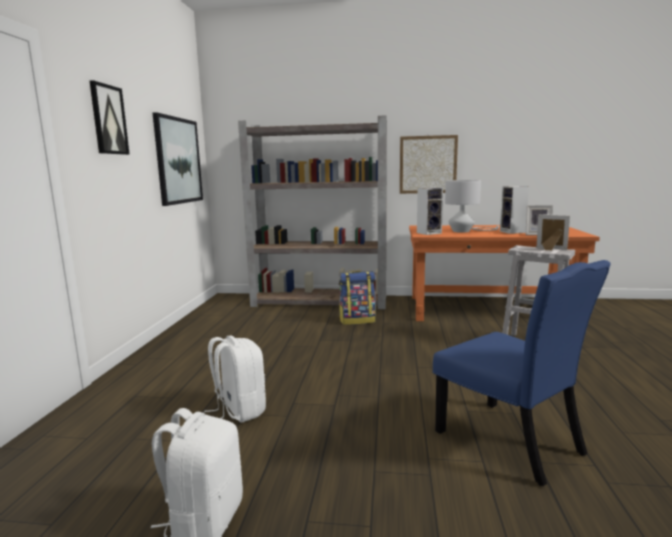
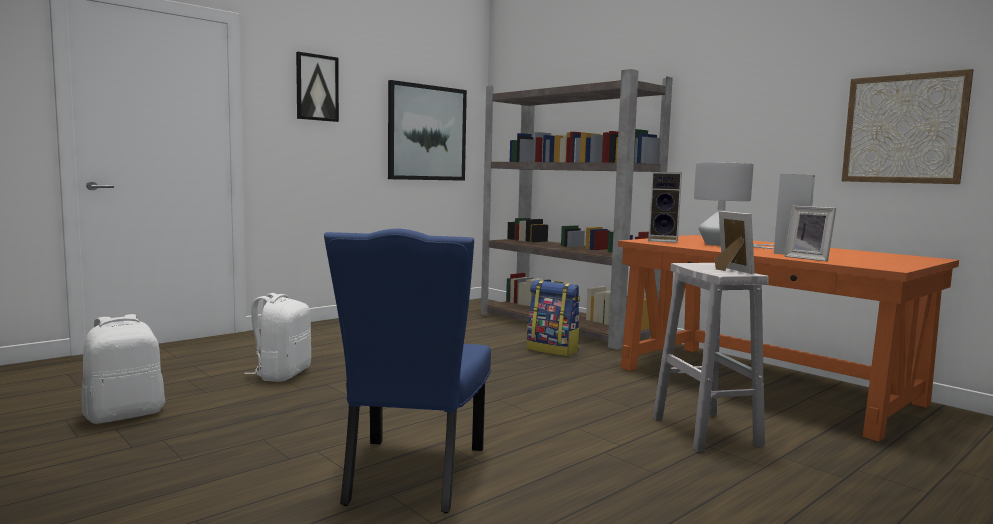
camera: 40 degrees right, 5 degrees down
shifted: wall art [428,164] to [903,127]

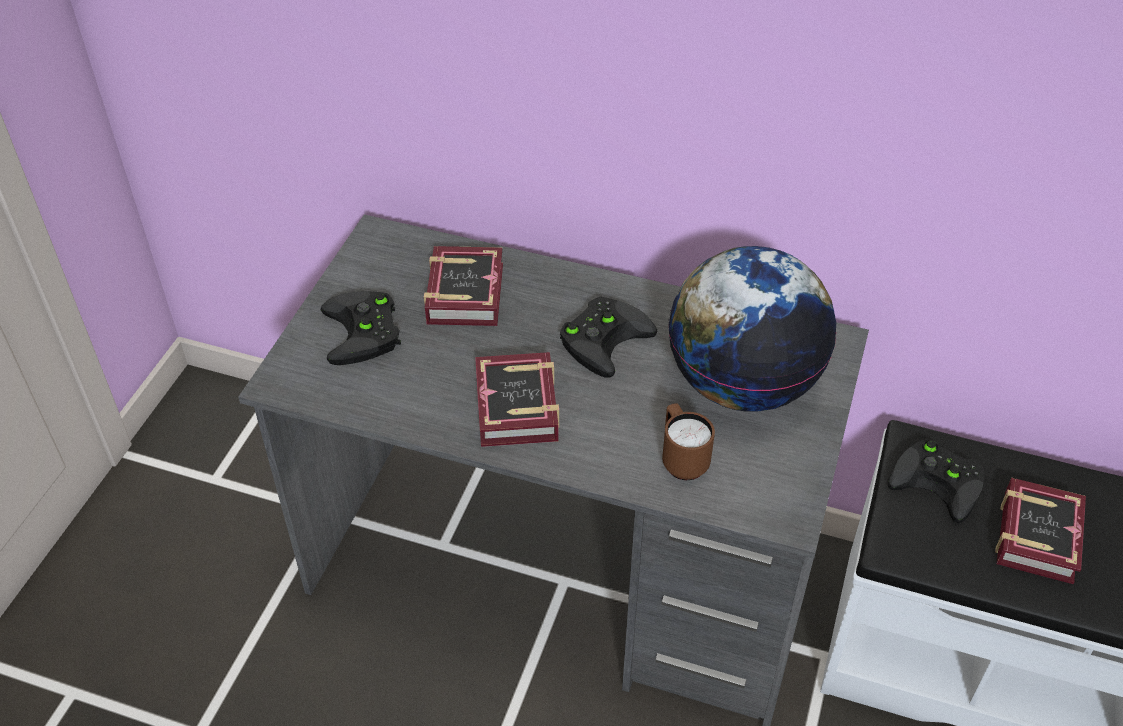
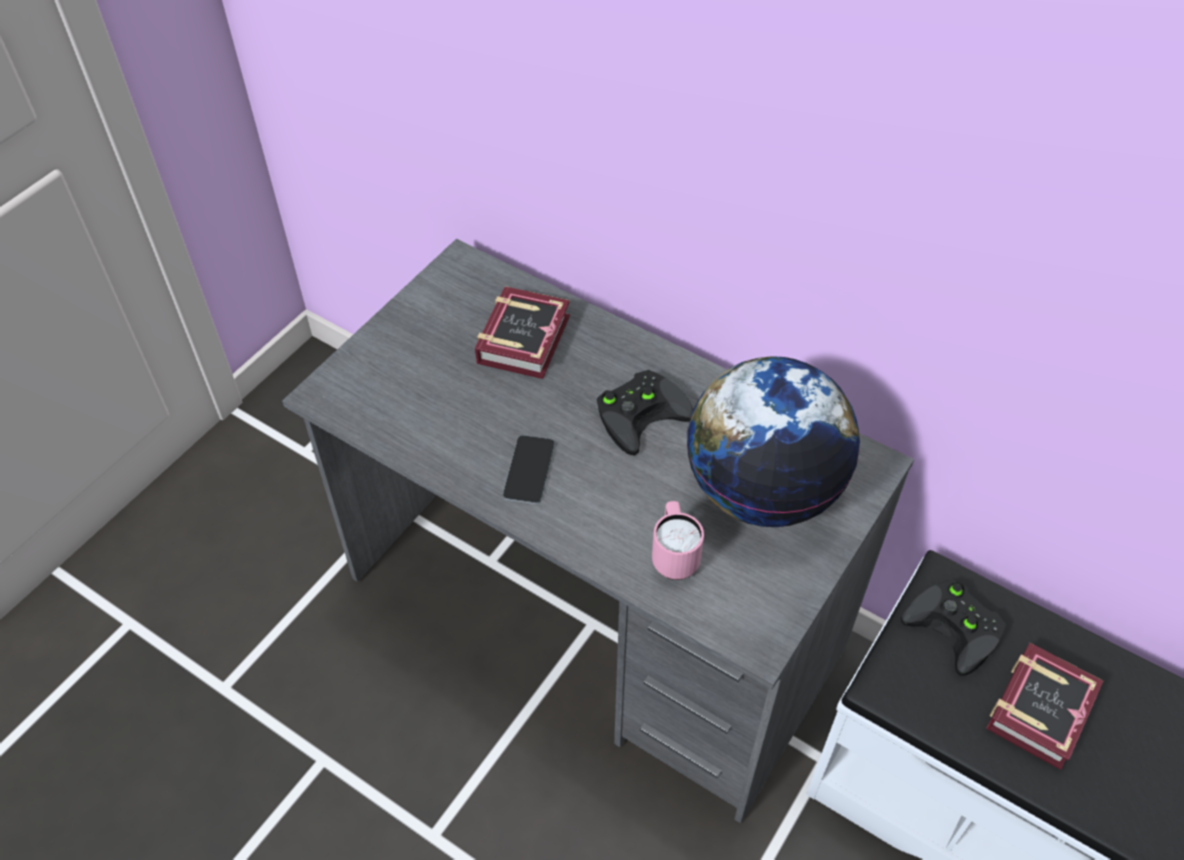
camera: 15 degrees right, 5 degrees up
gone: gamepad/black [365,333]
swapped: bound book [514,411] to telephone [529,470]
repainted: mug/brownish [682,459] to mug/pink [674,556]

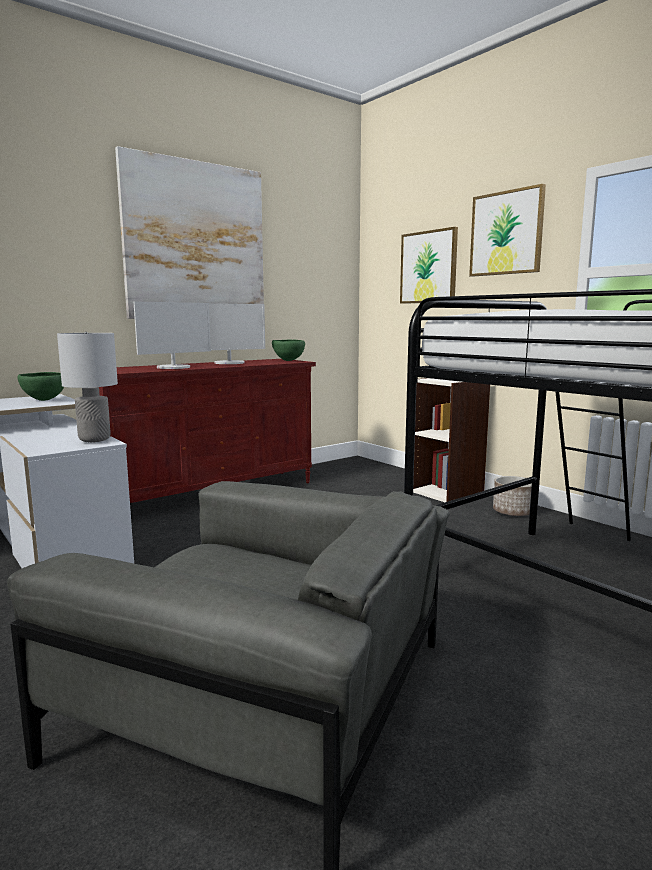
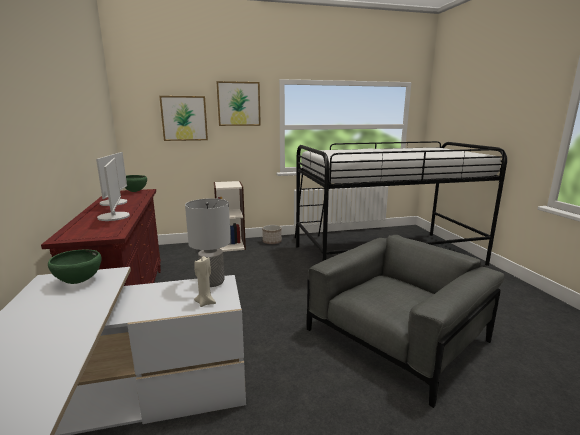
camera: 65 degrees left, 5 degrees up
gone: wall art [195,242]
new: wax light/beige [205,302]

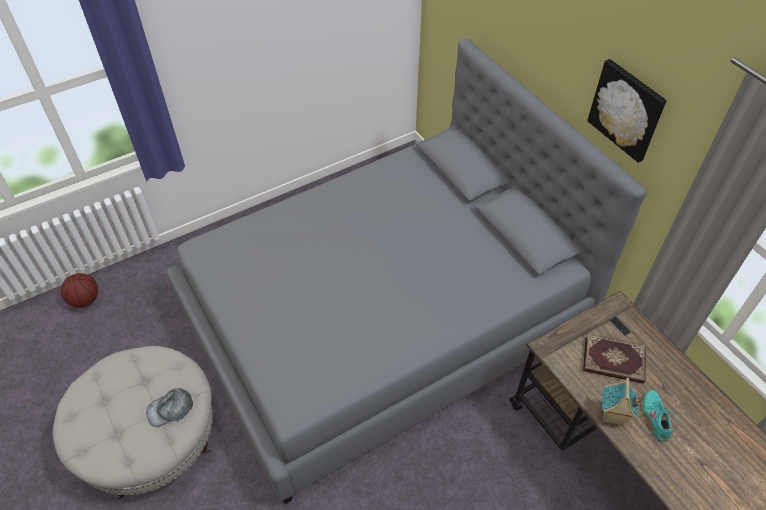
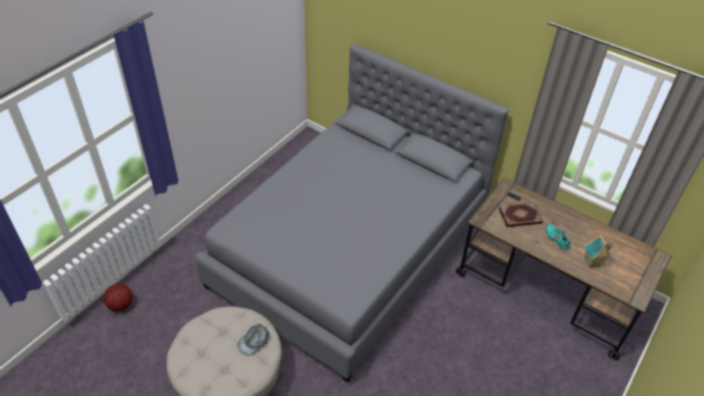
camera: 25 degrees left, 5 degrees down
gone: wall art [627,109]
shifted: toy house [611,416] to [592,263]

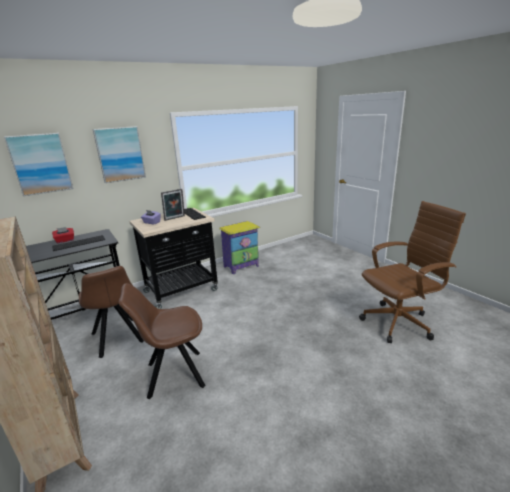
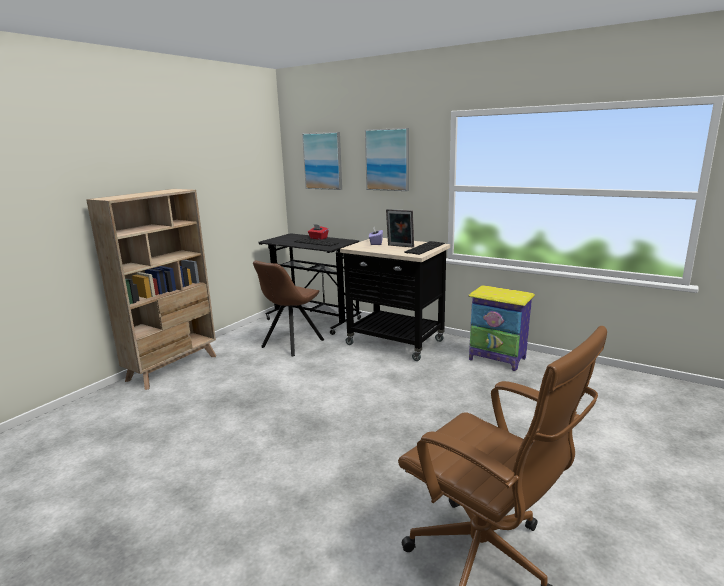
camera: 65 degrees right, 5 degrees down
gone: upright chair/brownish [174,374]

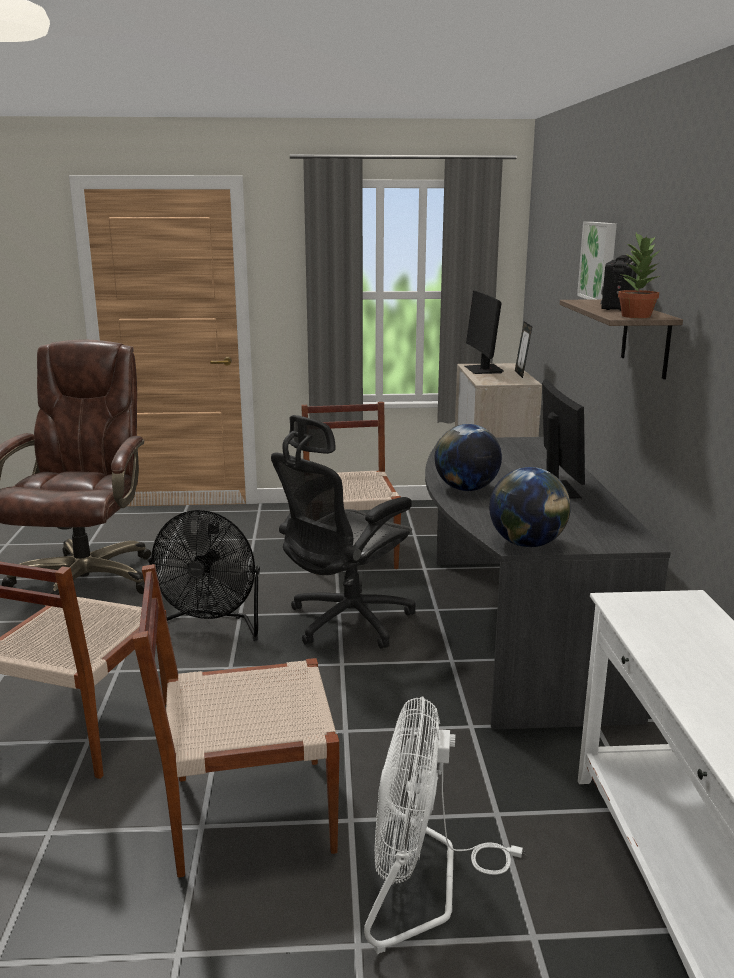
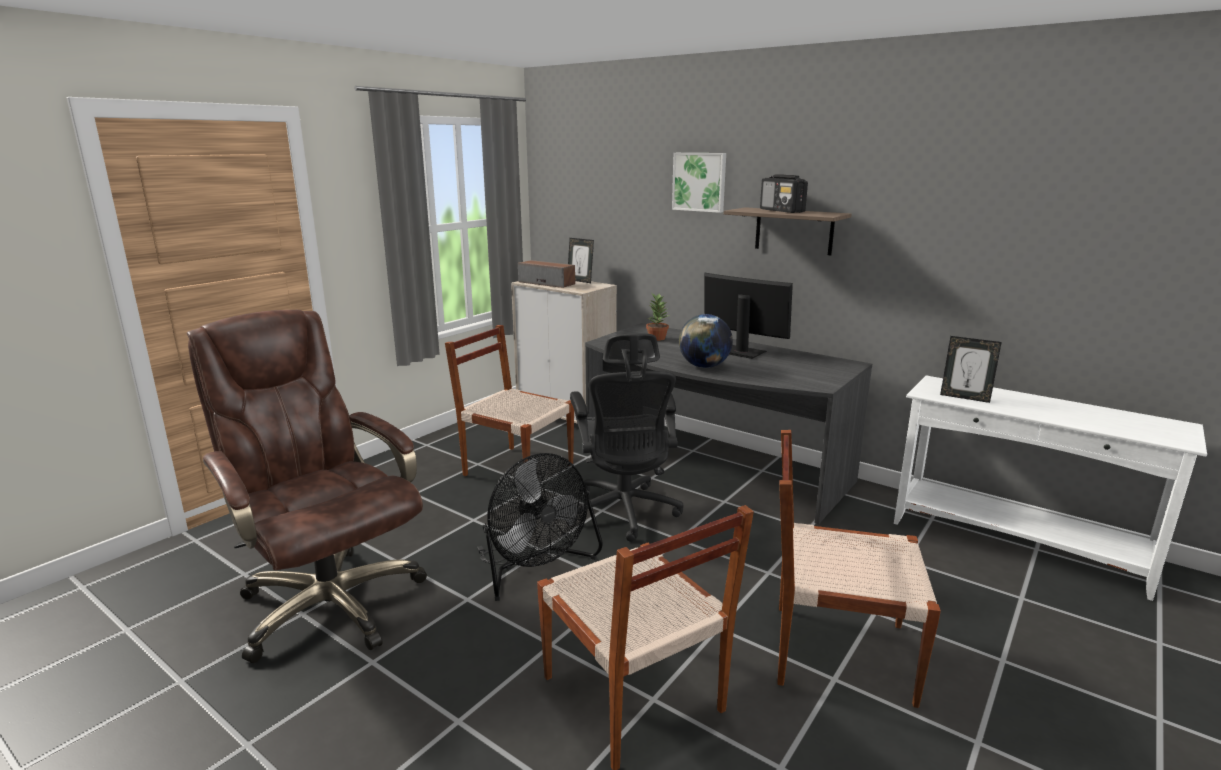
camera: 50 degrees left, 0 degrees up
gone: electric fan/whitish [424,875]; desk globe [527,544]
new: photo frame [965,397]
shifted: houseplant [636,316] to [657,338]
swapped: computer display [483,370] to loudspeaker [547,283]
rotated: upright chair [247,814] = [836,652] 75 degrees clockwise

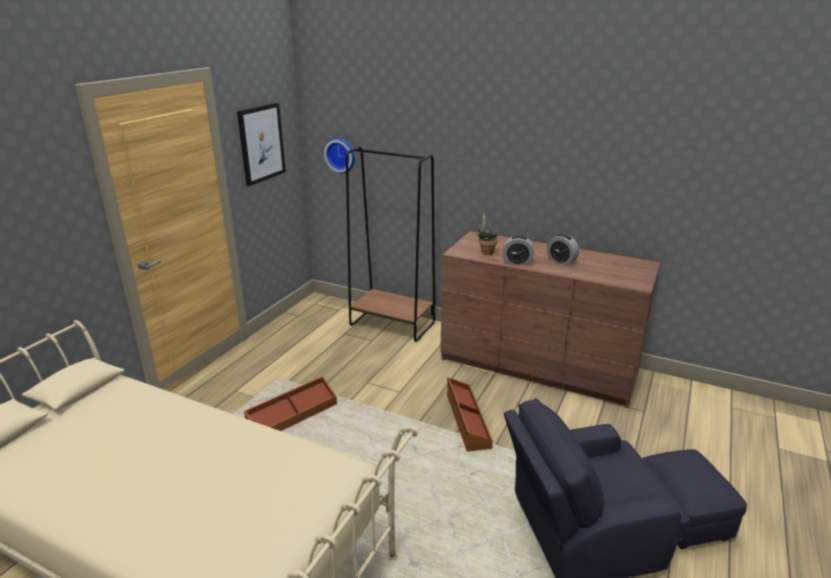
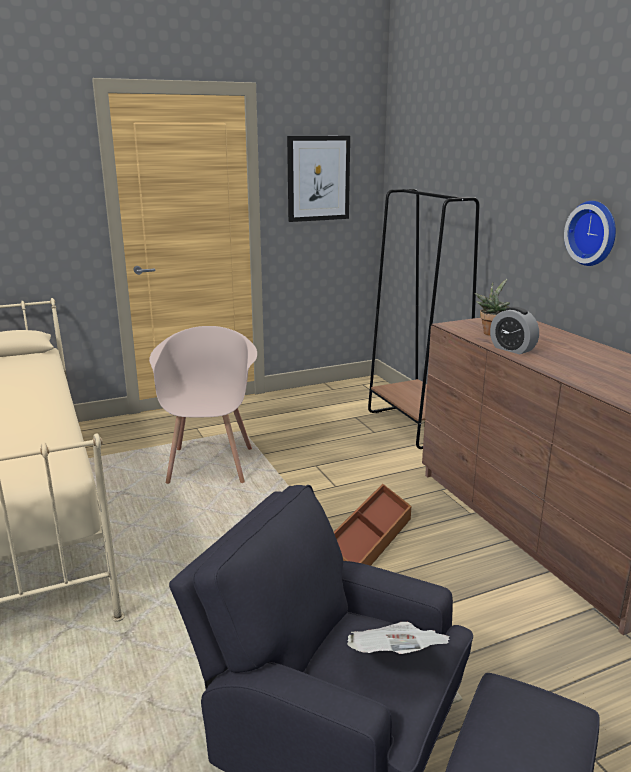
camera: 40 degrees right, 5 degrees down
gone: alarm clock [561,261]
new: daily paper [396,659]
shifted: clock on the wall [341,154] to [594,233]
swapped: storage bin/brownish [292,416] to upright chair/beige [210,465]

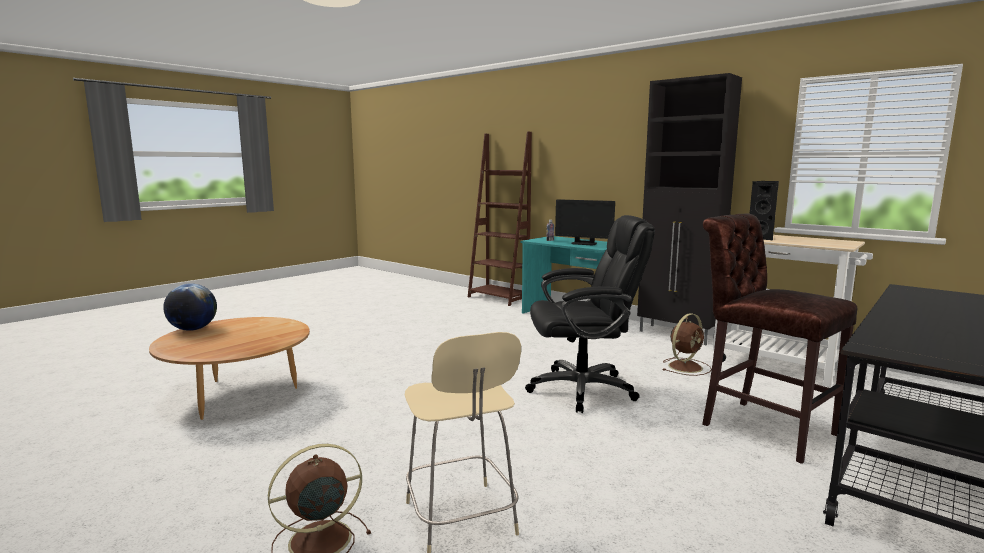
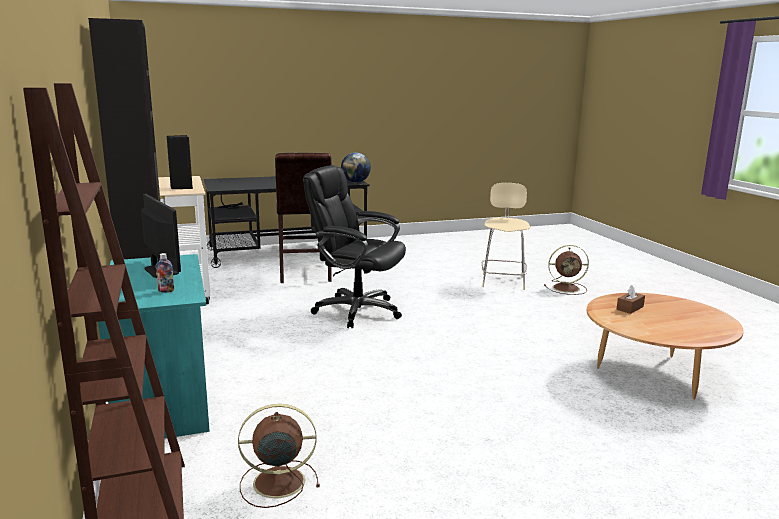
camera: 150 degrees left, 5 degrees up
new: tissue box/brownish [630,308]
shifted: desk globe [193,329] to [355,182]; electric fan/brownish [686,366] to [276,482]

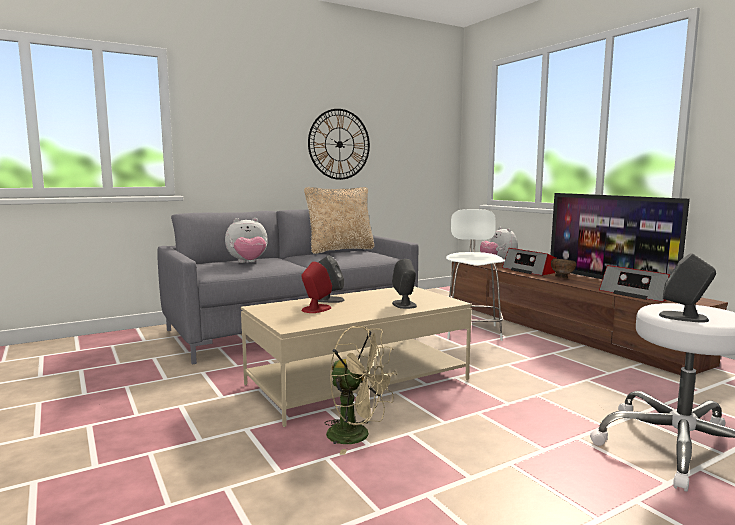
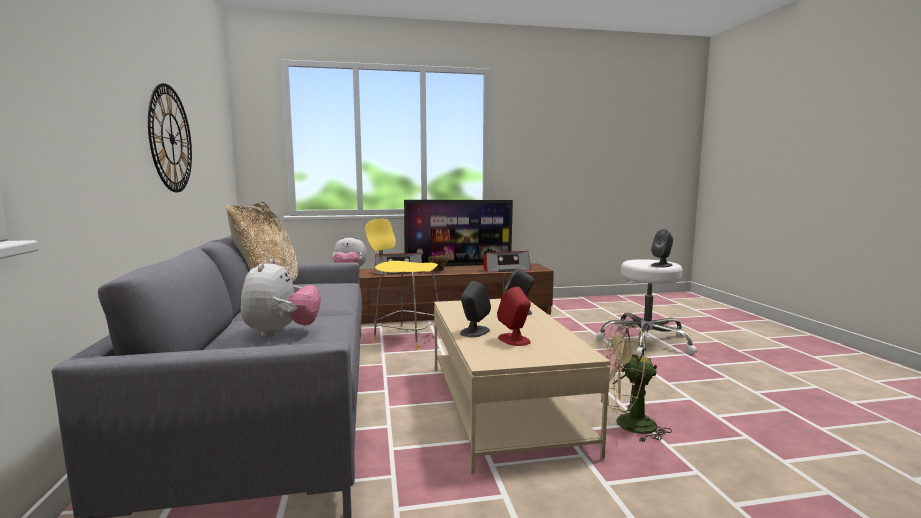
camera: 70 degrees left, 0 degrees up
repainted: sitting stool/whitish [472,331] to sitting stool/yellowish [406,338]
rotated: electric fan/beige [357,436] = [627,425] 135 degrees counterclockwise

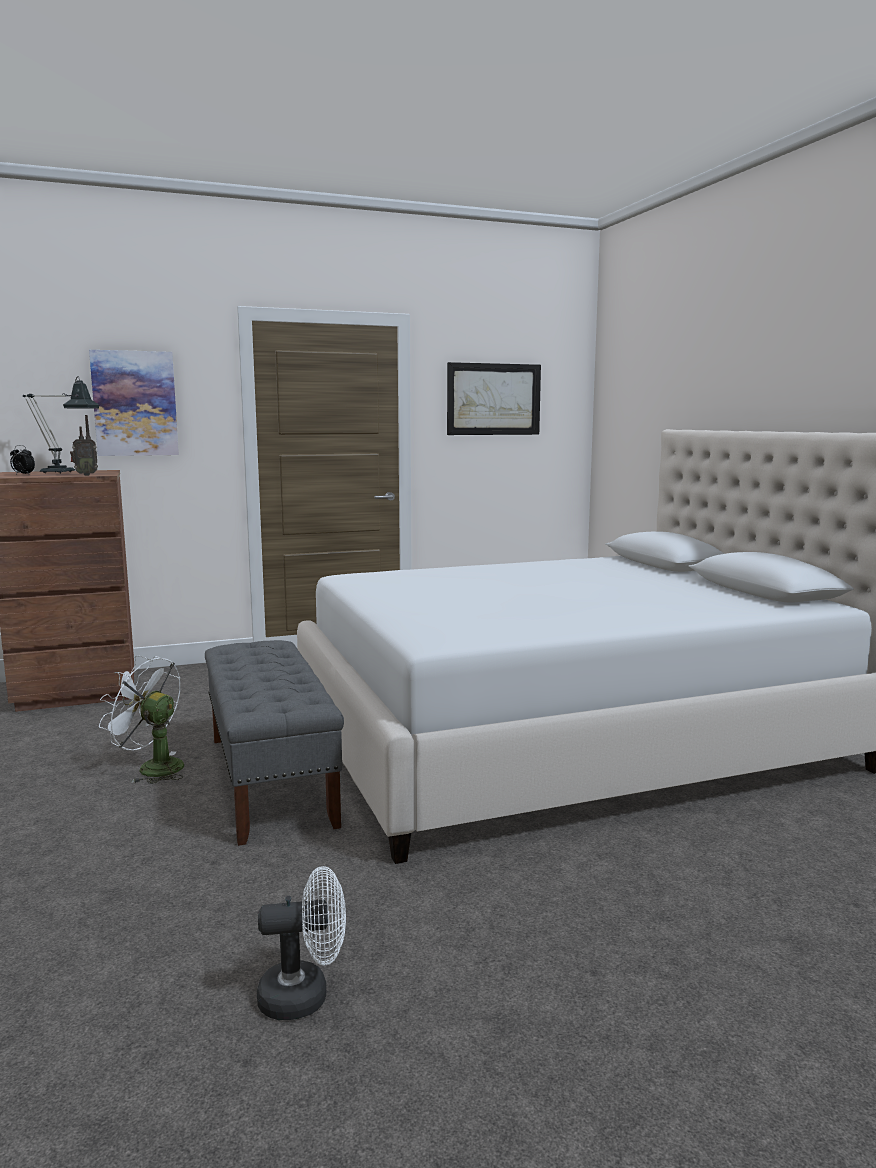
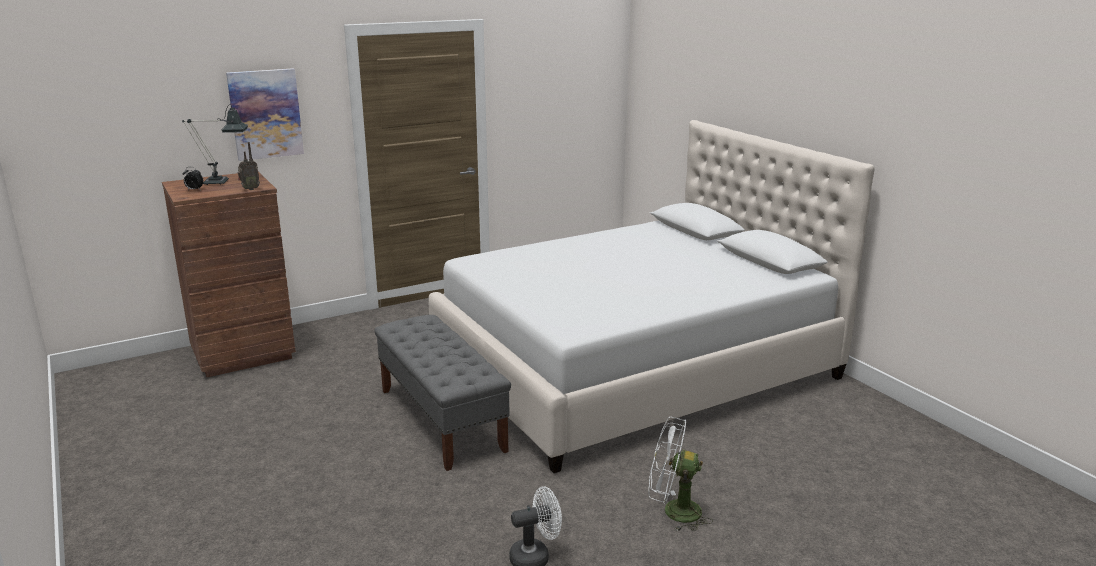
camera: 10 degrees left, 10 degrees up
gone: wall art [493,399]
shifted: electric fan/whitish [152,768] to [673,511]

